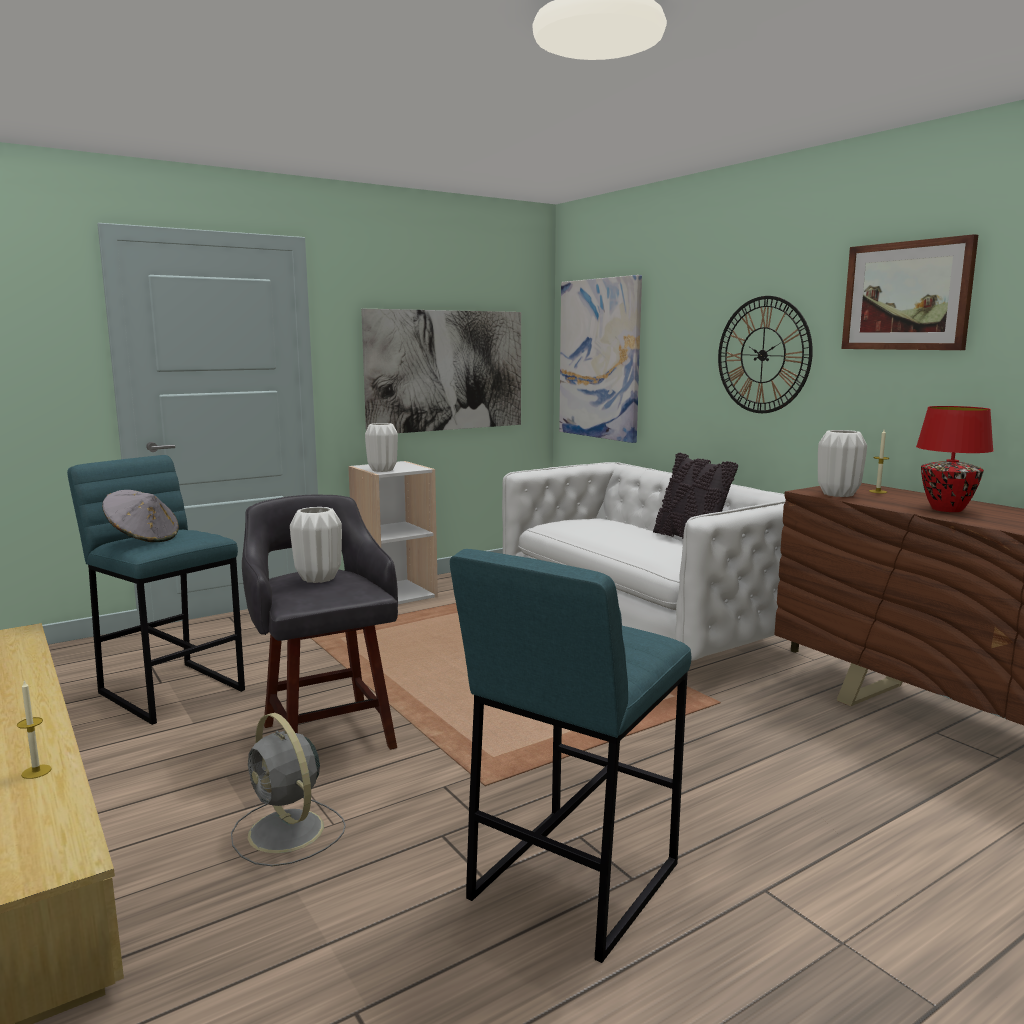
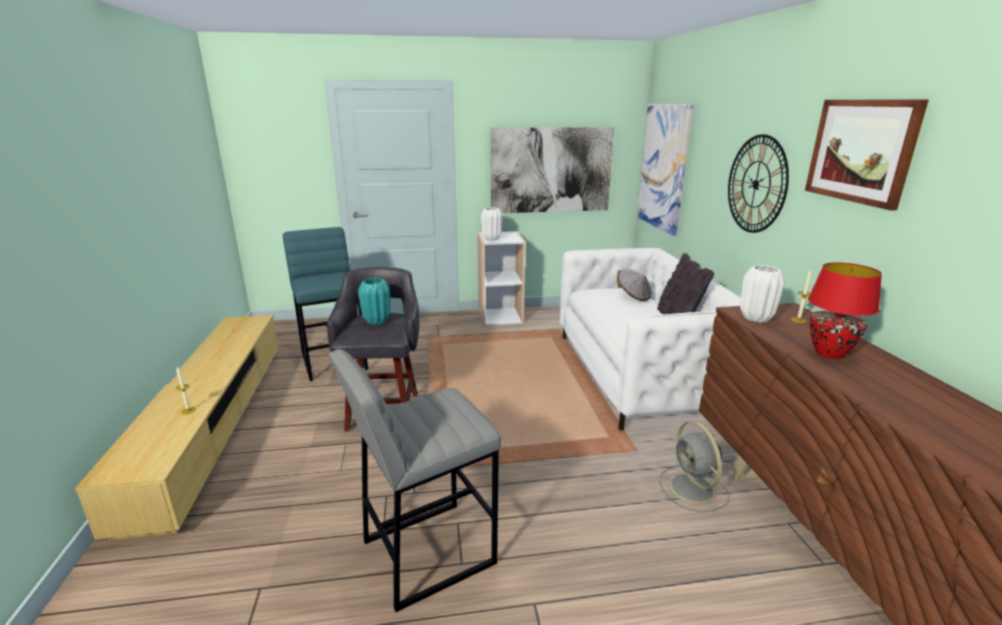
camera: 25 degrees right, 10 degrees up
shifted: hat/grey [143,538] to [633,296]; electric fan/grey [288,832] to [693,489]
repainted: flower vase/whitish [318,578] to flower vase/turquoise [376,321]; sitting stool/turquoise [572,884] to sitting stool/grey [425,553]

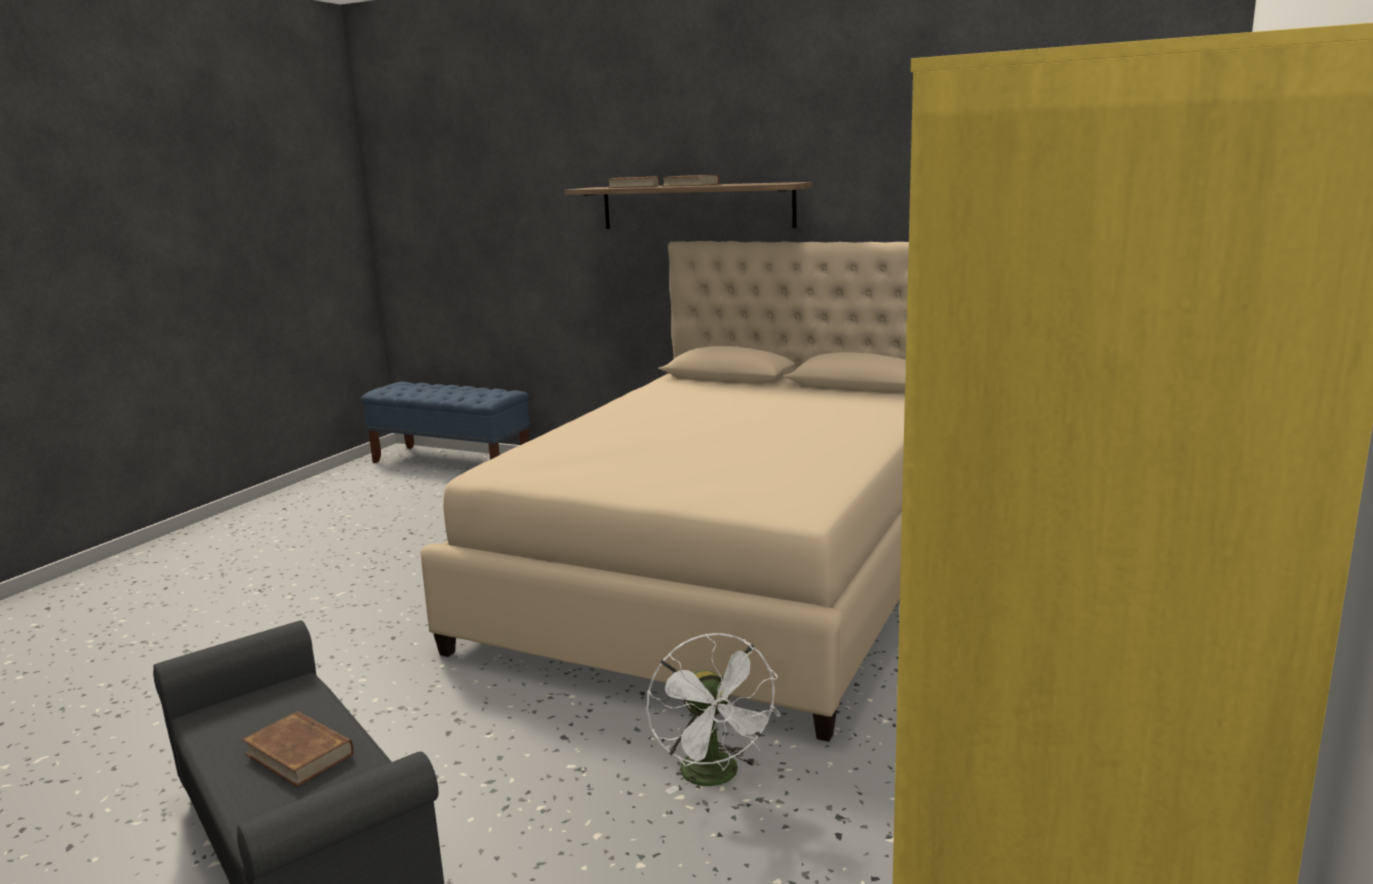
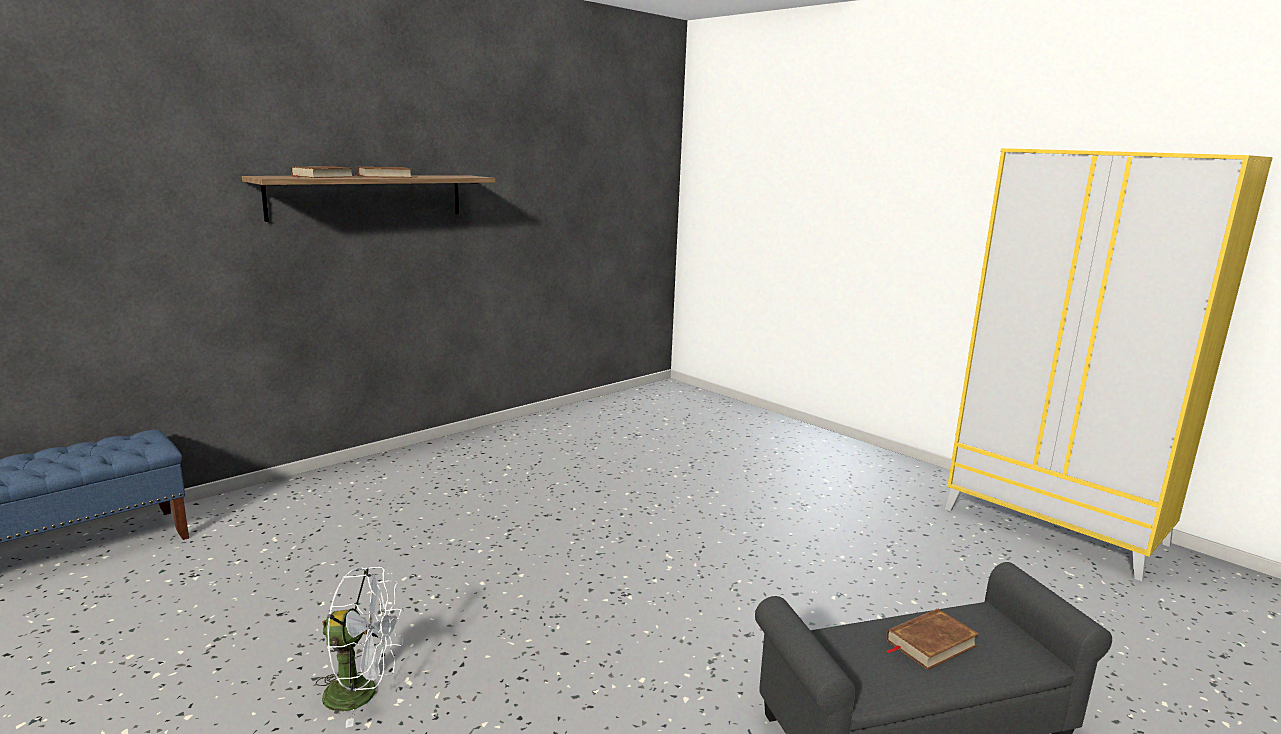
camera: 70 degrees left, 0 degrees up
gone: bed/beige [738,572]
shifted: electric fan/whitish [716,777] to [362,694]

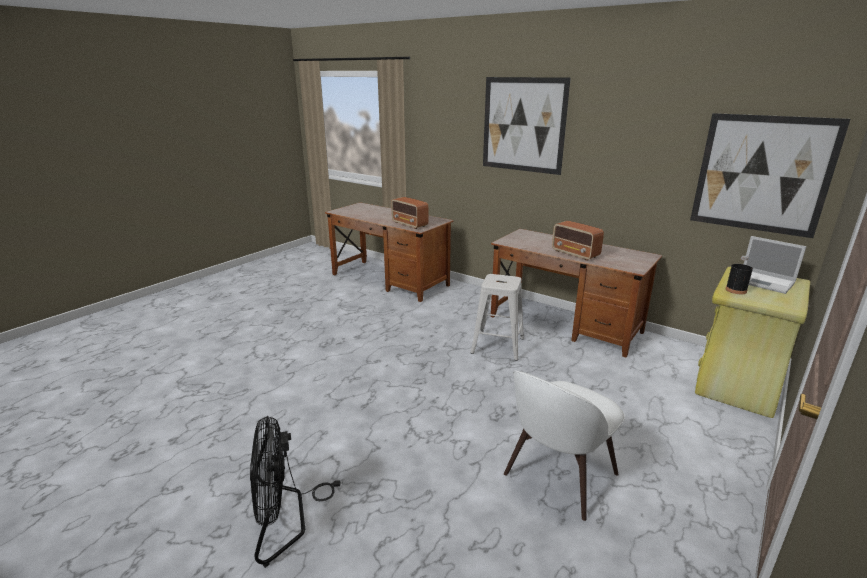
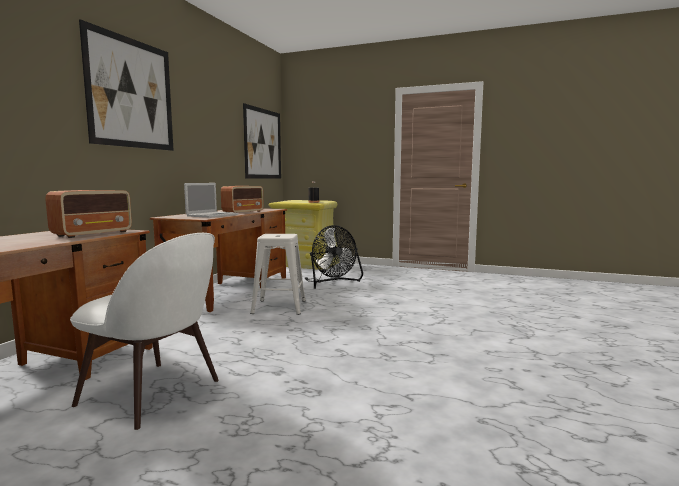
camera: 105 degrees left, 15 degrees down
shifted: electric fan/black [286,513] to [330,283]; upright chair/whitish [558,477] to [154,394]; laptop [764,282] to [213,215]

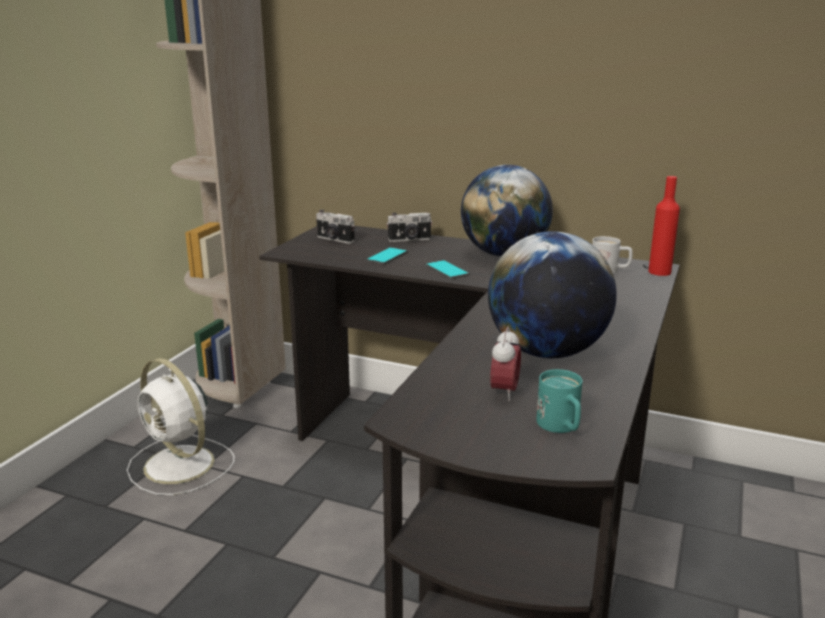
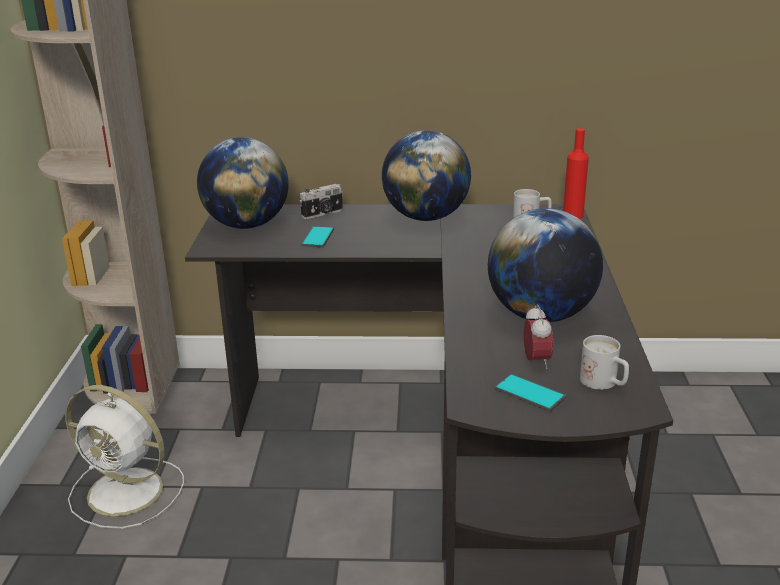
camera: 20 degrees left, 5 degrees up
shifted: telephone [447,270] to [530,393]
swapped: still camera [334,239] to desk globe [247,225]
repainted: mug/turquoise [561,427] to mug/whitish [604,383]

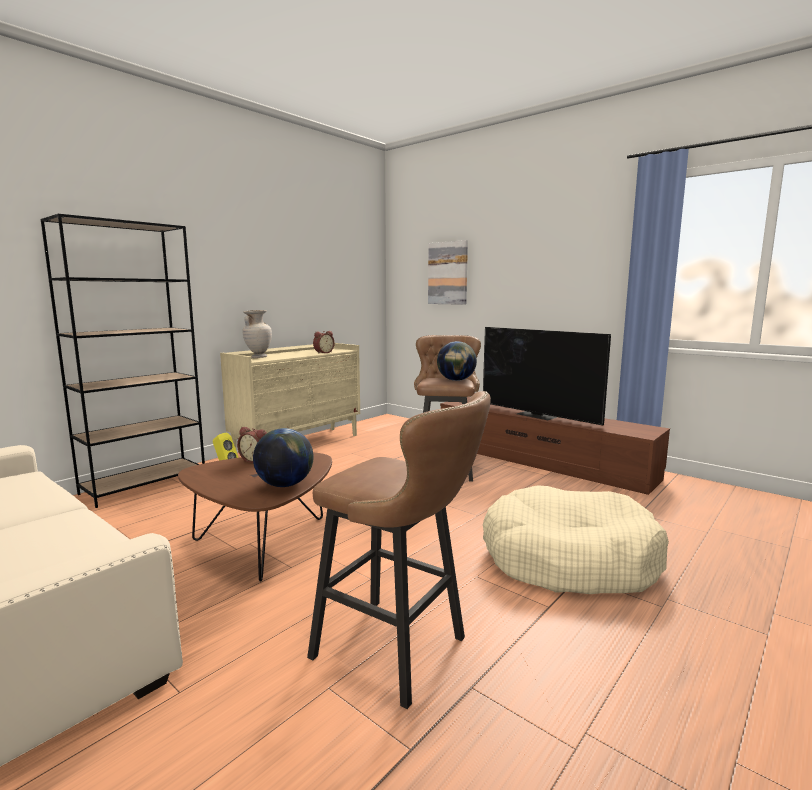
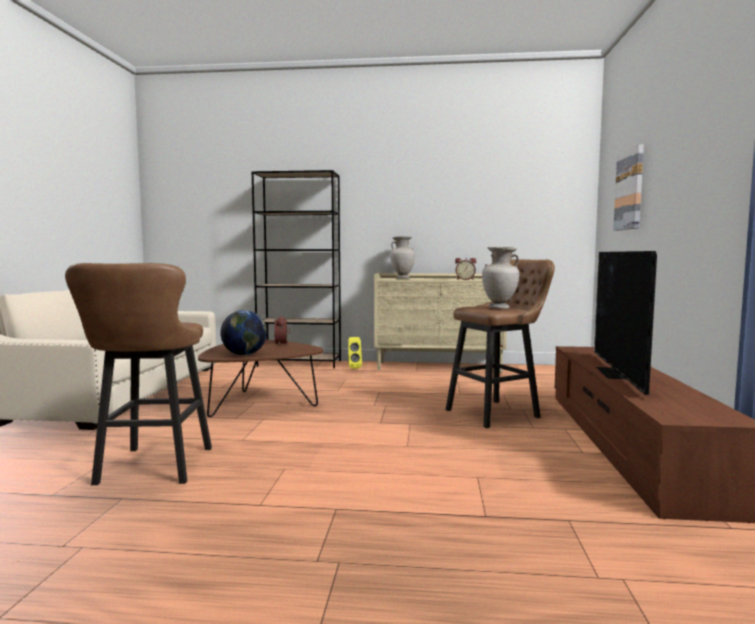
camera: 55 degrees right, 5 degrees down
gone: dog cushion/beige [568,559]
swapped: desk globe [456,380] to flower vase/beige [499,308]

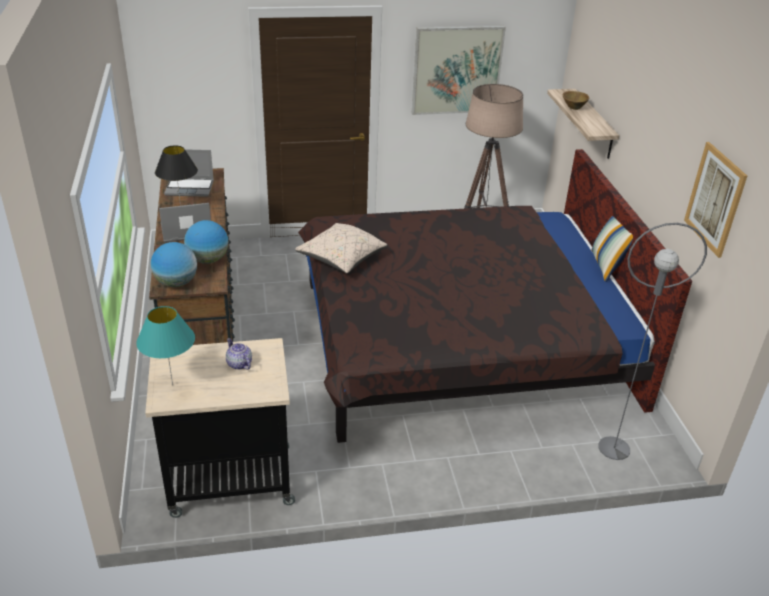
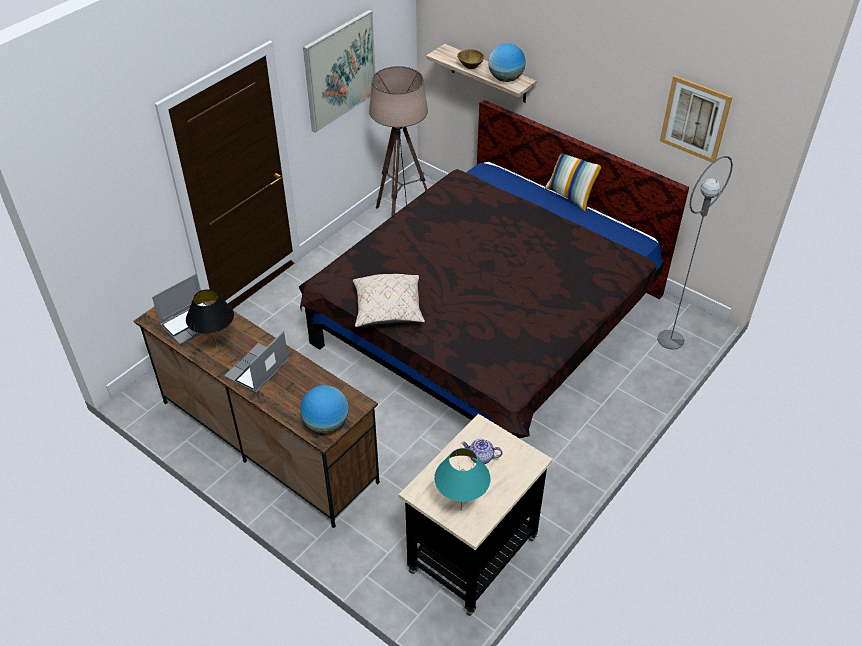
camera: 40 degrees left, 10 degrees up
shifted: desk globe [208,260] to [505,79]

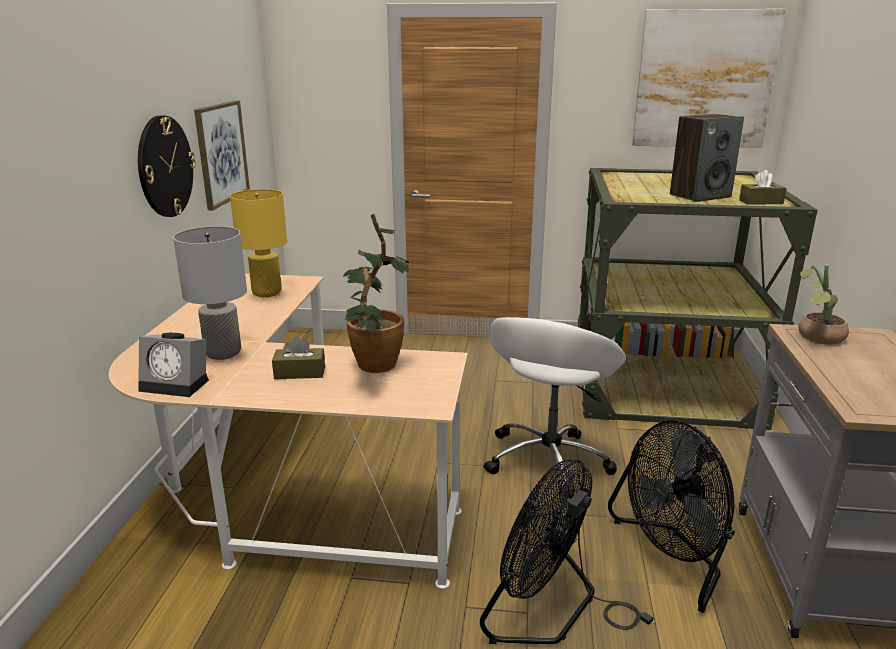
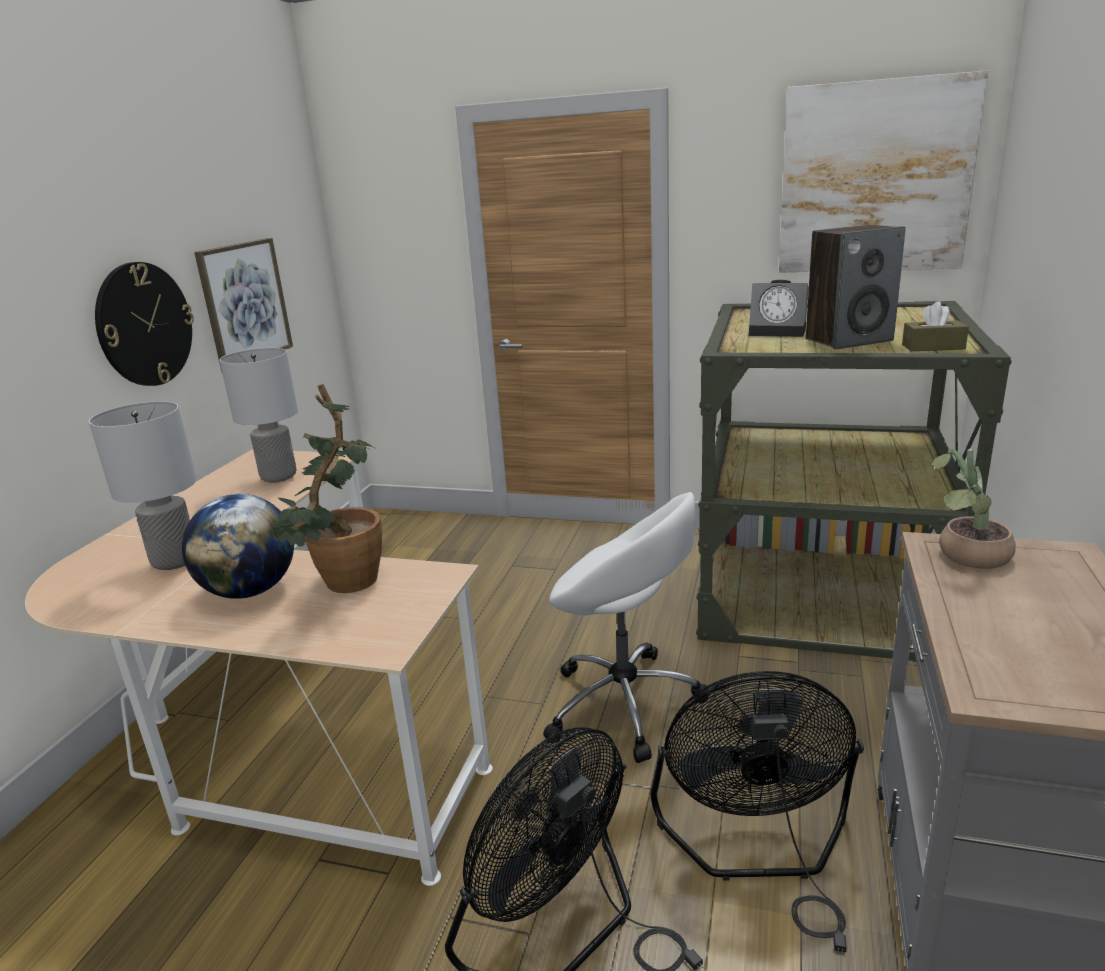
camera: 10 degrees right, 0 degrees up
shifted: alarm clock [178,384] to [779,331]
swapped: tissue box/brownish [300,372] to desk globe [250,591]
repainted: tabletop lamp/yellowish [267,294] to tabletop lamp/grey [279,478]
rotated: computer chair/whitish [547,463] = [627,704] 90 degrees counterclockwise; electric fan/black [674,552] = [766,853] 105 degrees clockwise

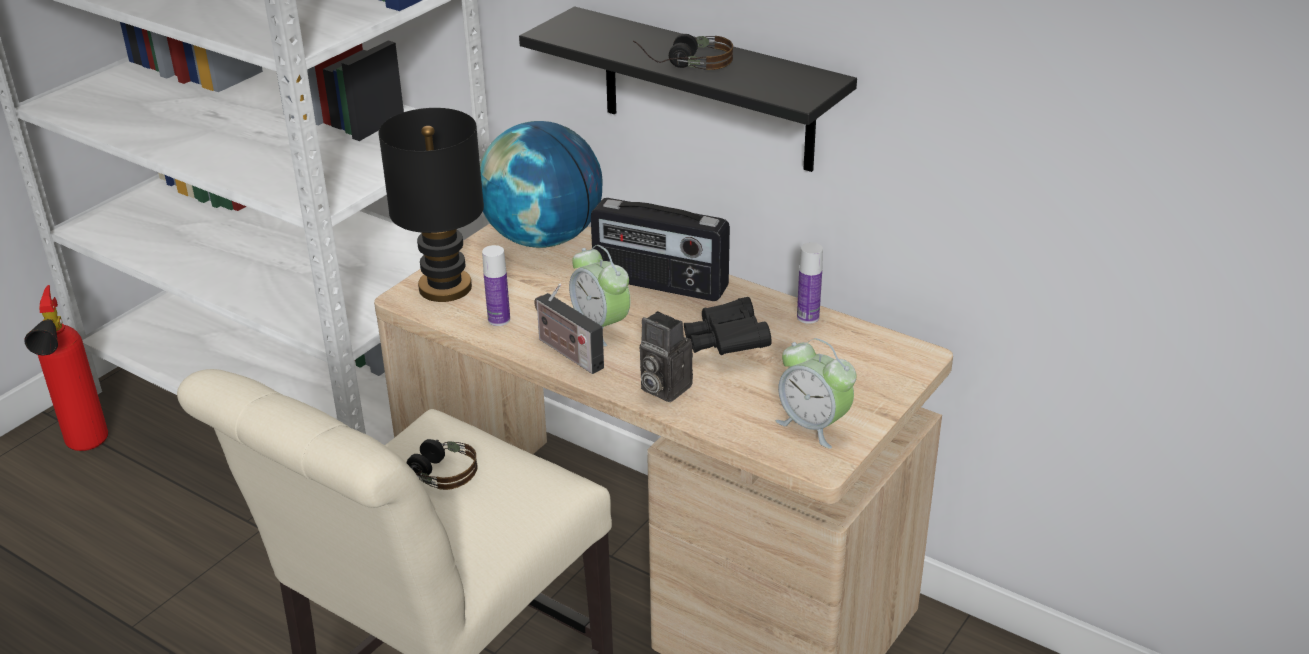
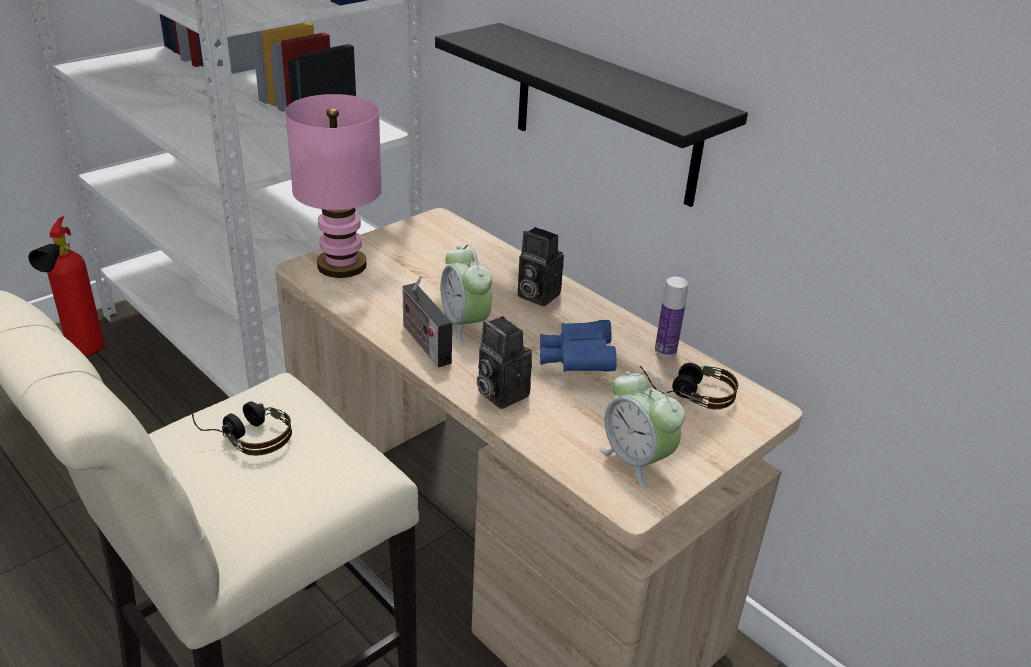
camera: 10 degrees right, 0 degrees up
gone: desk globe [543,239]; bottle [499,319]
shifted: headphones [684,63] to [686,392]
swapped: radio [659,284] to still camera [535,295]
repainted: tabletop lamp/black [443,287] to tabletop lamp/pink [340,265]; binoculars/black [726,344] to binoculars/blue-coloured [577,362]

